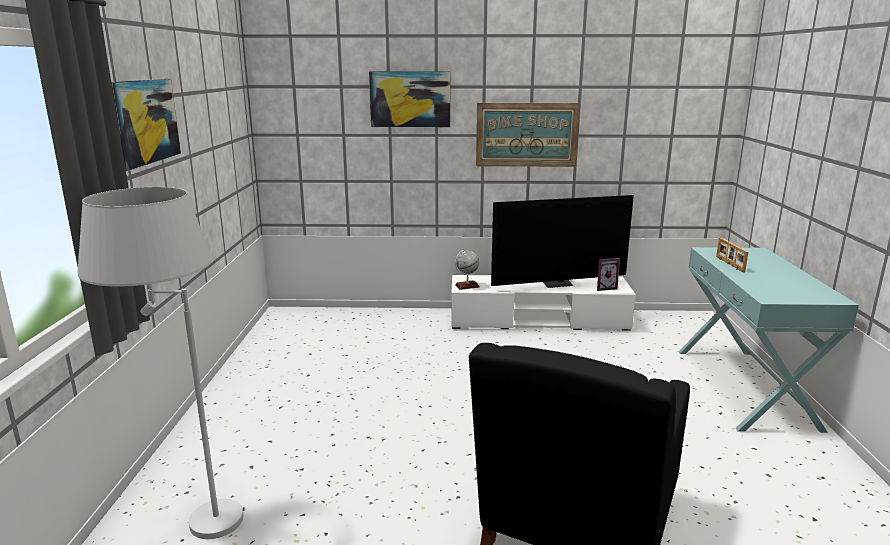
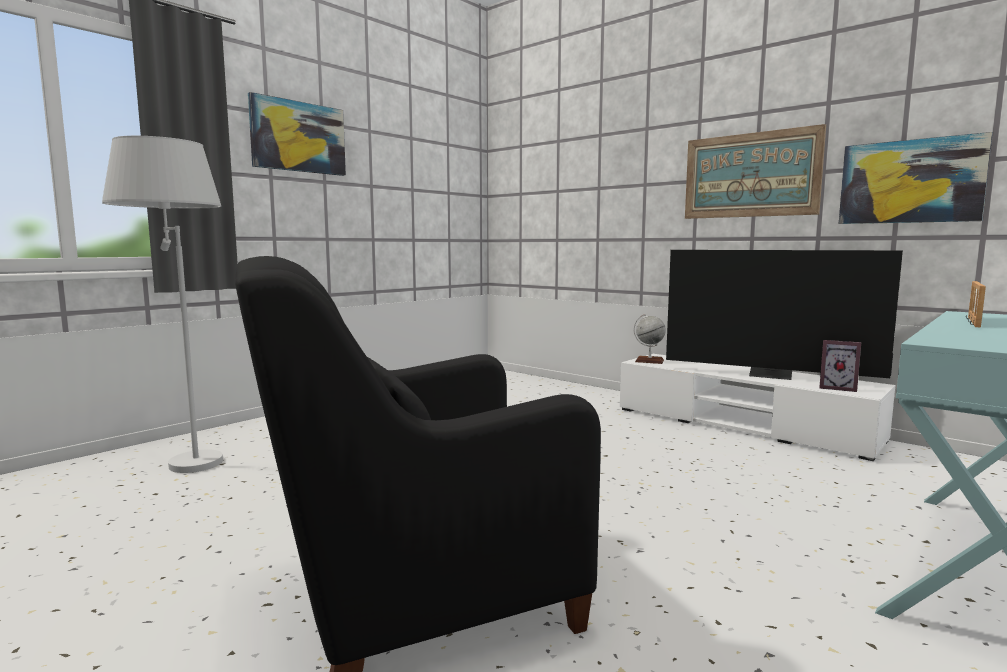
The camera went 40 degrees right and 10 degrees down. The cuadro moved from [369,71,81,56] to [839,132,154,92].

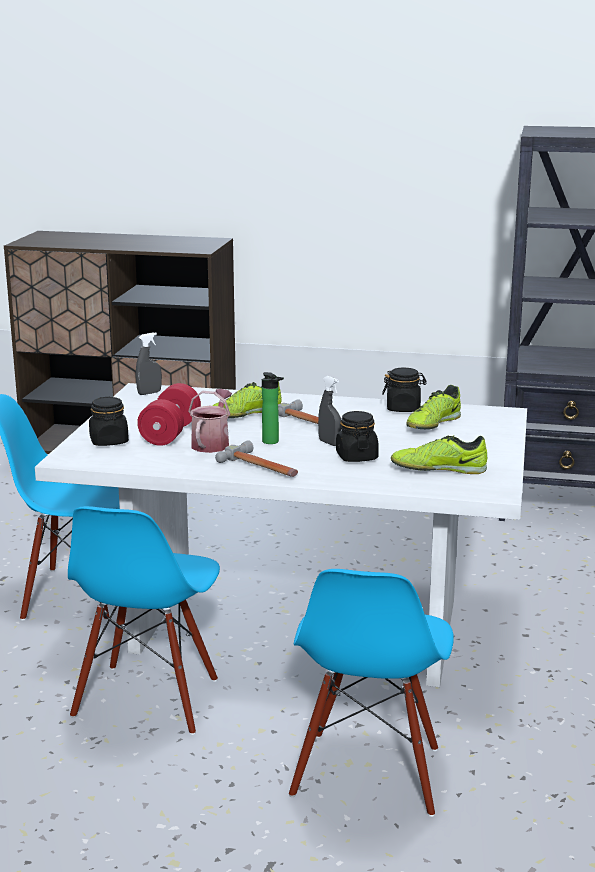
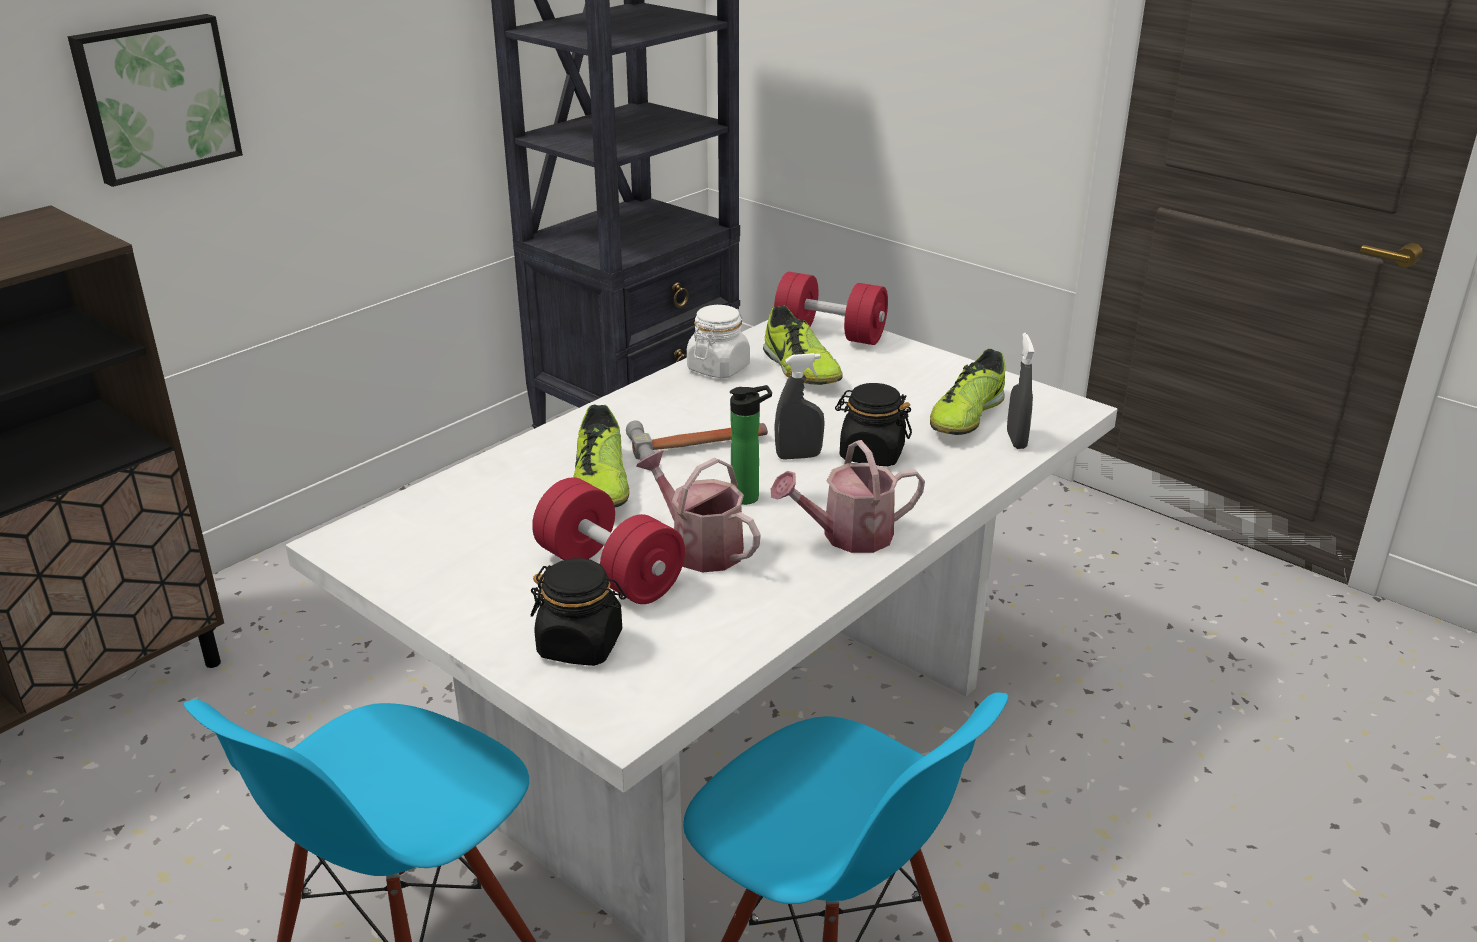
The camera went 60 degrees left and 10 degrees up. The pulverizador (gris) moved from [136,333,26,62] to [1007,333,27,116]. The martillo at [215,440,83,37] was replaced by the regadera at [771,440,154,113]. The silla (azul) at [289,569,165,248] disappeared. The tarro (negro) at [382,368,45,44] became the tarro (blanco) at [687,305,63,73]. The cuadro at [68,14,175,173] appeared. The mancuerna (rojo) at [774,272,114,73] appeared.

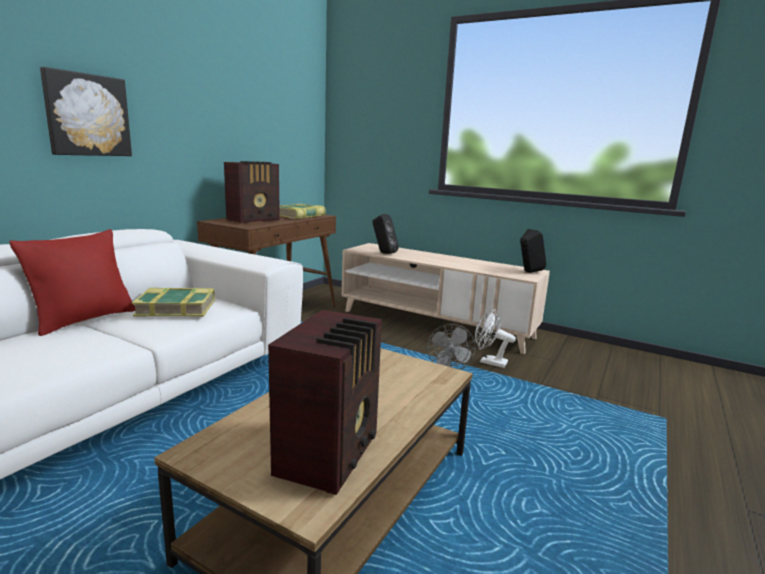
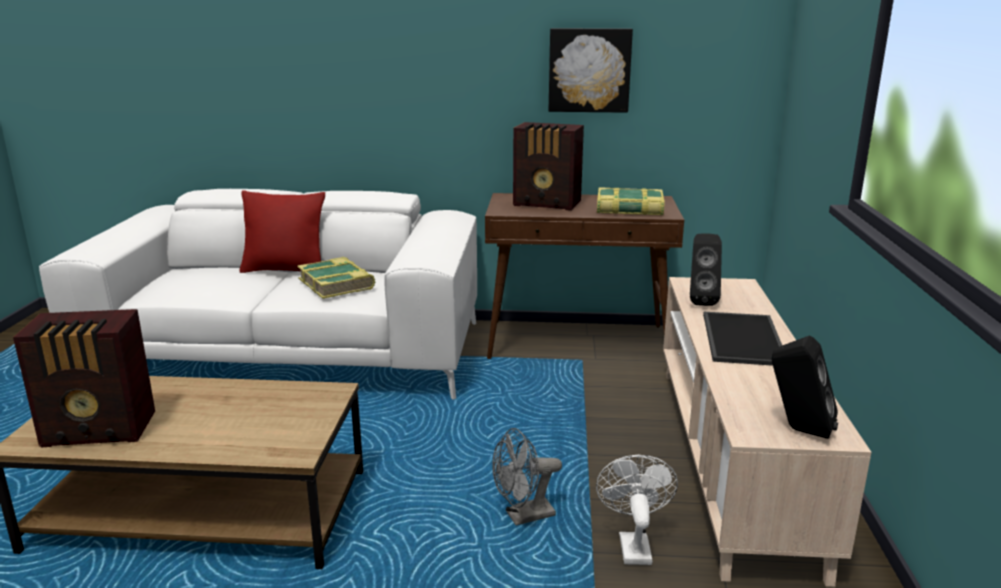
The camera went 65 degrees right and 5 degrees up. The cuadro moved from [40,67,92,89] to [549,28,84,85]. The bandeja at [703,312,79,54] appeared.

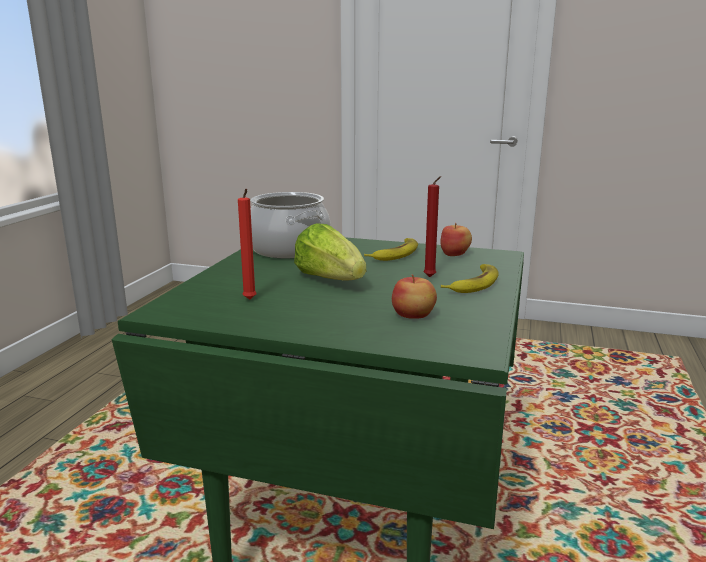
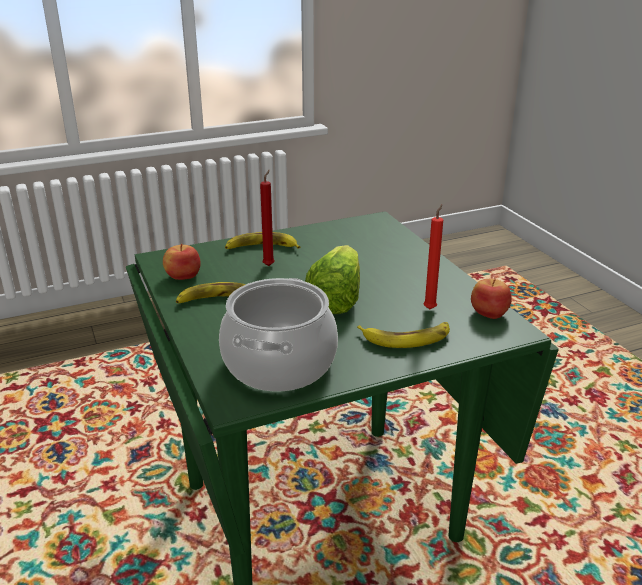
The camera went 130 degrees left and 10 degrees up. The manzana moved from [392,275,45,44] to [471,279,41,40]. The plátano at [357,322,93,26] appeared.

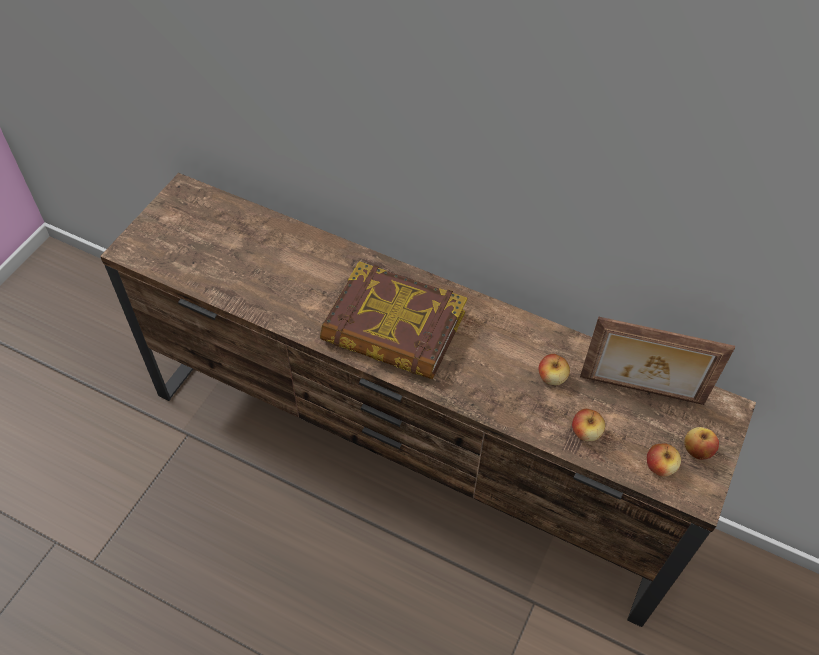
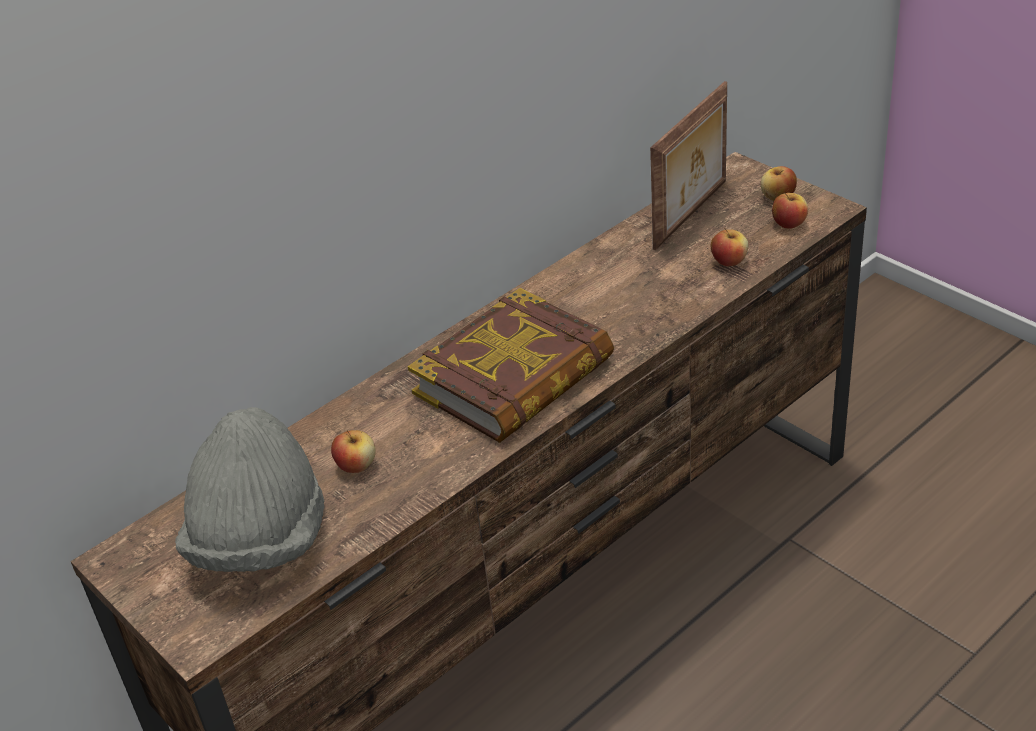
The camera went 65 degrees left and 15 degrees down. The manzana moved from [538,354,32,31] to [331,430,45,43]. The sombrero (gris) at [175,407,149,165] appeared.

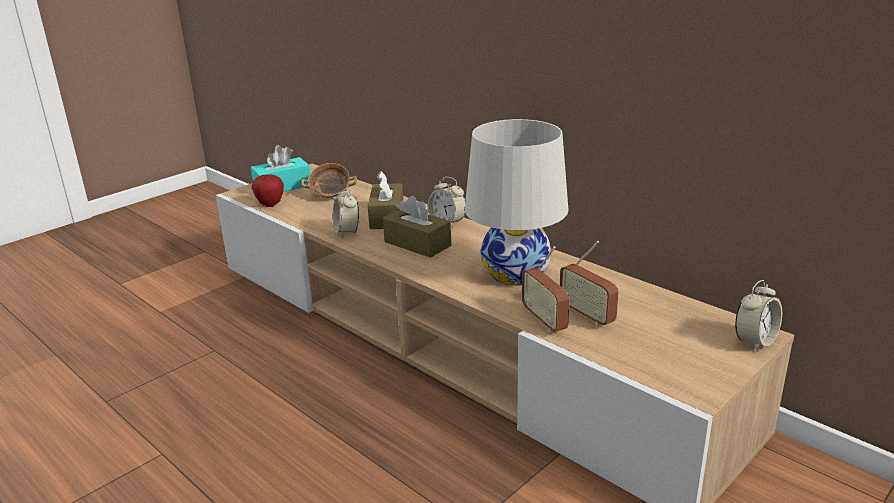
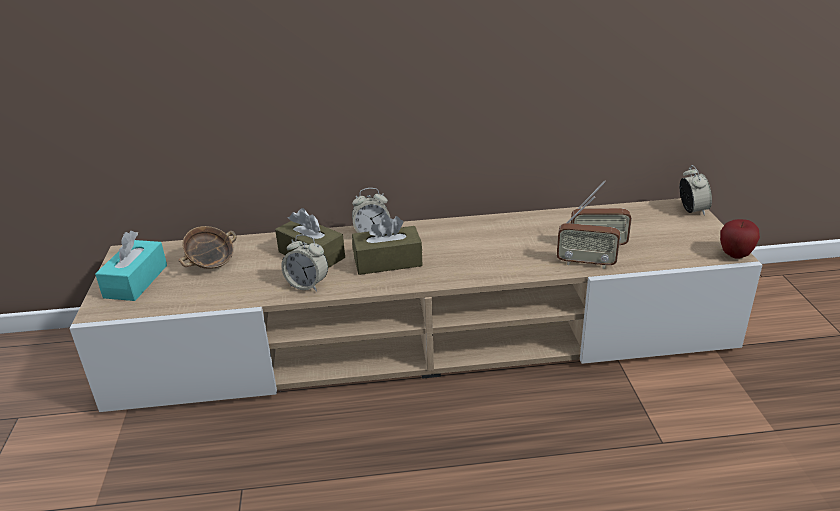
The camera went 50 degrees left and 5 degrees up. The manzana moved from [251,175,33,32] to [720,219,40,40]. The lámpara de mesa (blanco) at [465,119,104,167] disappeared.

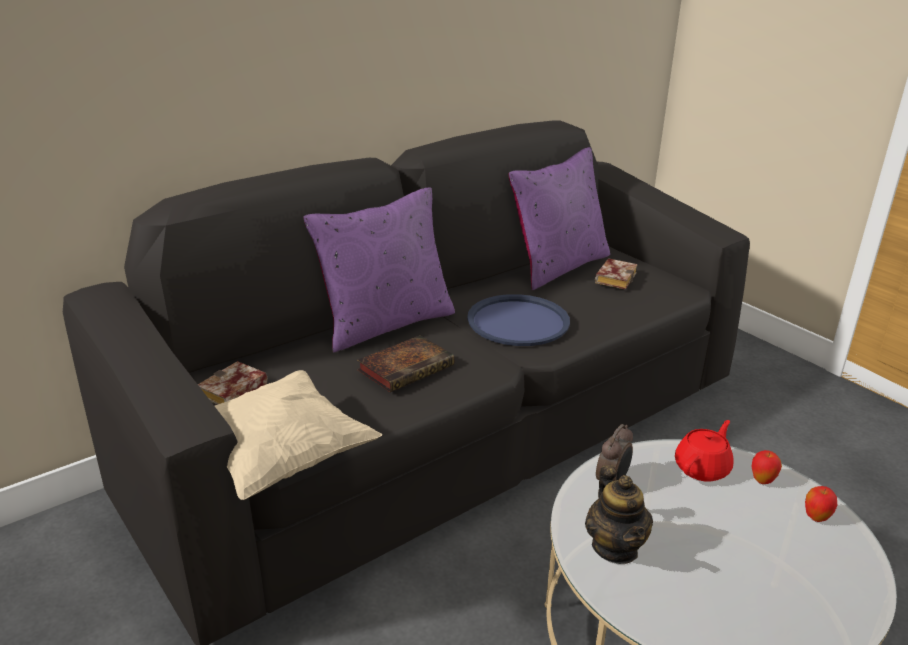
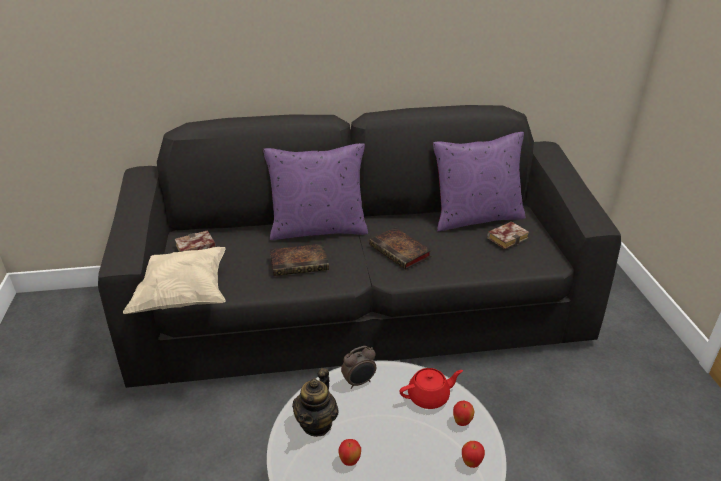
The camera went 30 degrees right and 5 degrees up. The bandeja (azul) at [467,294,103,52] was replaced by the libro at [369,227,63,43]. The manzana at [338,439,23,27] appeared.

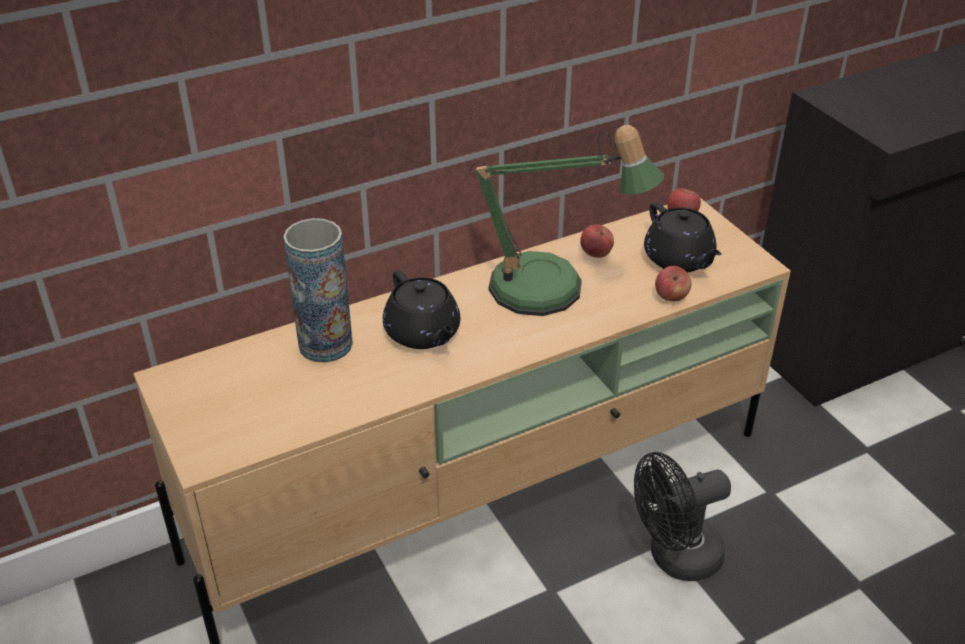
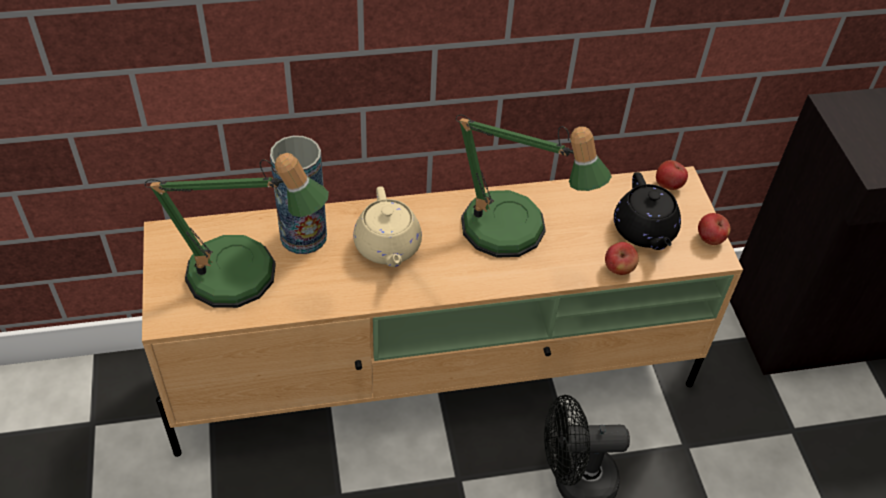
The camera went 15 degrees right and 10 degrees up. The tetera (negro) at [383,271,77,78] became the tetera (beis) at [353,186,69,81]. The manzana moved from [580,225,34,33] to [698,213,33,32]. The lámpara de mesa at [145,153,184,155] appeared.

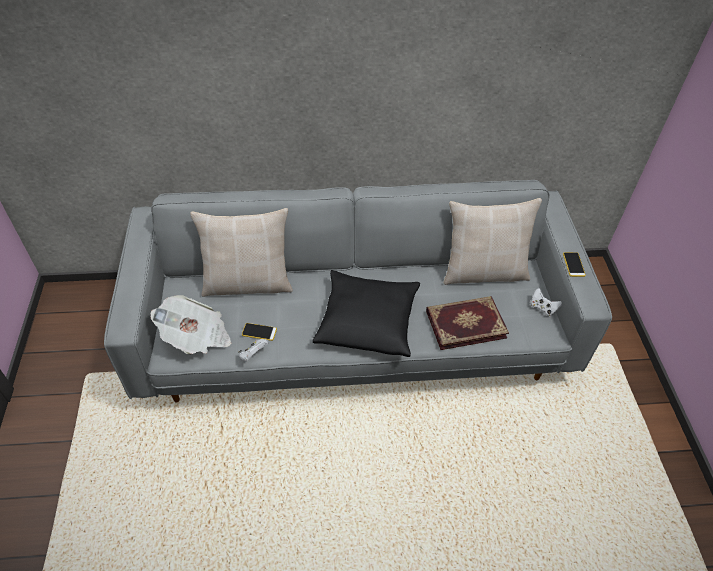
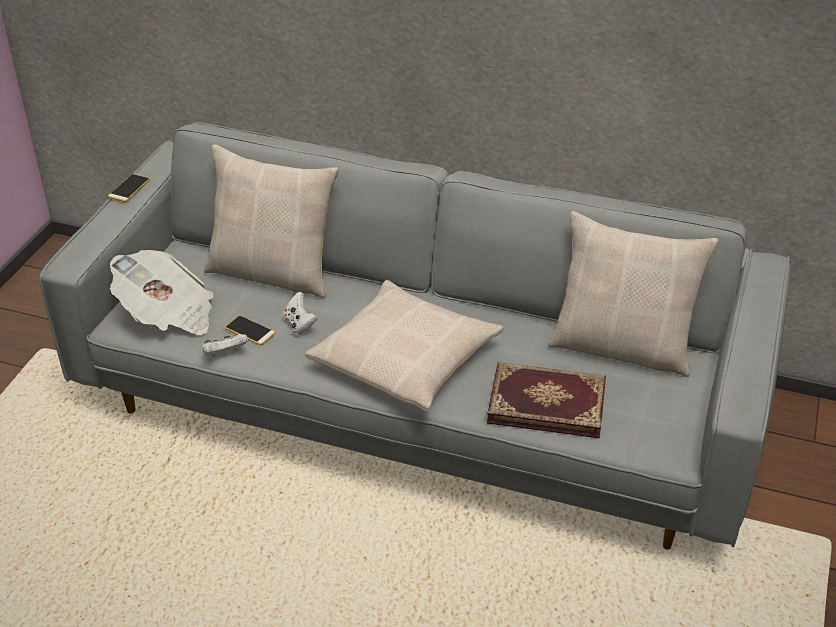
The camera went 25 degrees right and 10 degrees down. The cojín (negro) at [312,270,108,87] became the cojín (beis) at [305,280,199,132]. The mando de consola (blanco) moved from [531,288,31,28] to [283,292,35,43]. The móvil moved from [563,252,23,25] to [108,174,42,28].

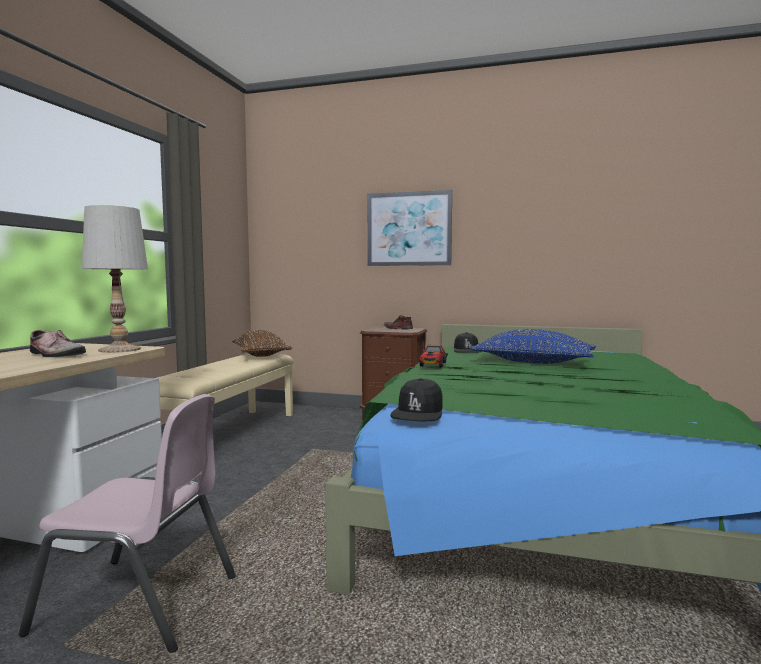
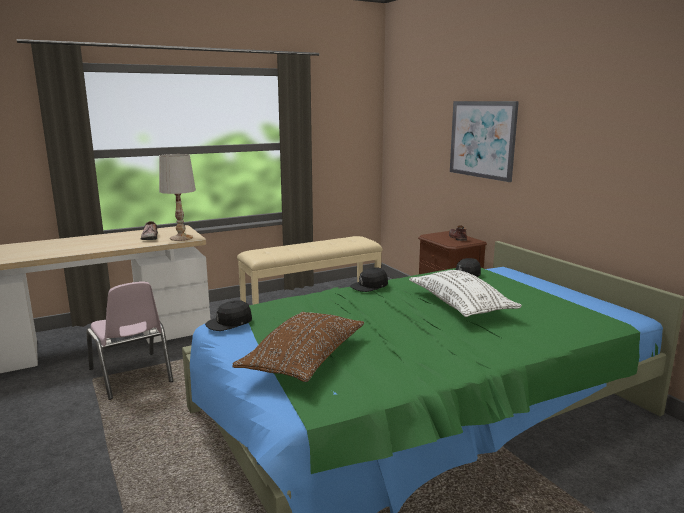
The camera went 45 degrees right and 10 degrees up. The cojín (marrón) moved from [232,330,60,27] to [233,312,132,70]. The coche de juguete at [419,345,29,22] was replaced by the gorra (negro) at [350,268,38,24]. The cojín (azul) at [470,329,126,35] became the cojín (blanco) at [409,270,113,47].

